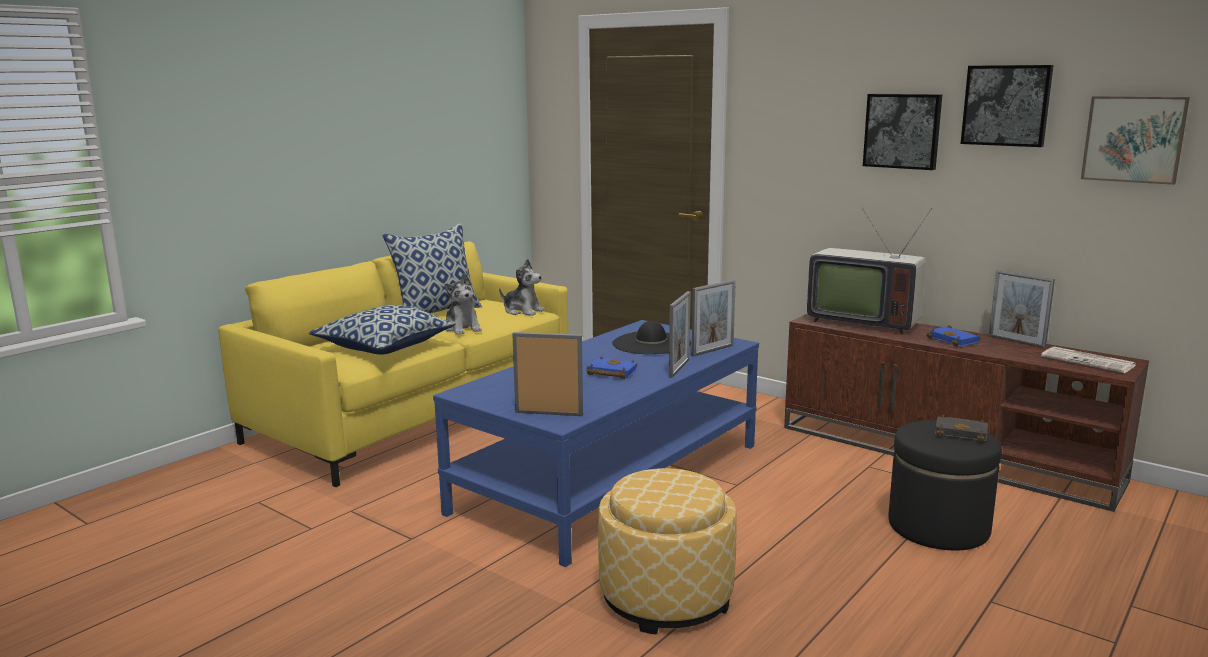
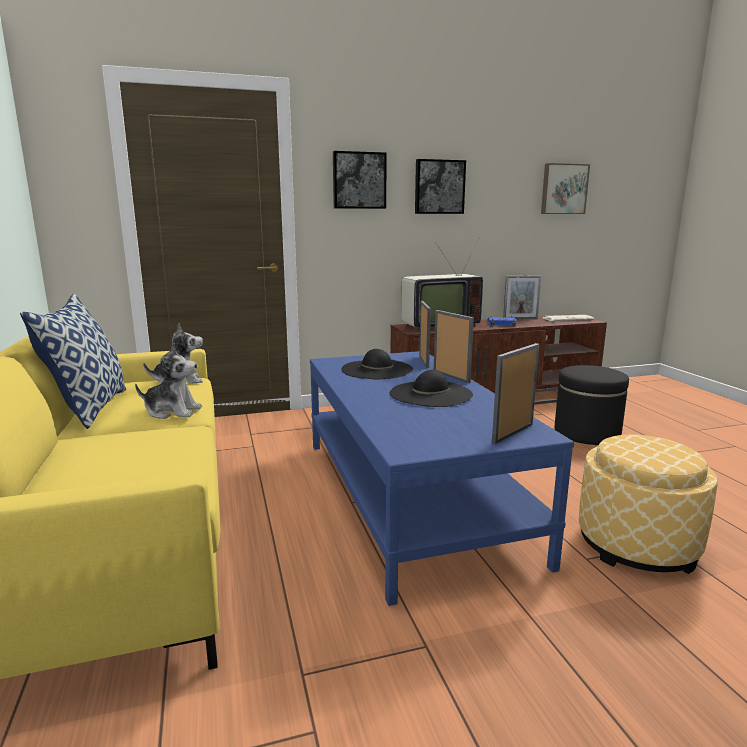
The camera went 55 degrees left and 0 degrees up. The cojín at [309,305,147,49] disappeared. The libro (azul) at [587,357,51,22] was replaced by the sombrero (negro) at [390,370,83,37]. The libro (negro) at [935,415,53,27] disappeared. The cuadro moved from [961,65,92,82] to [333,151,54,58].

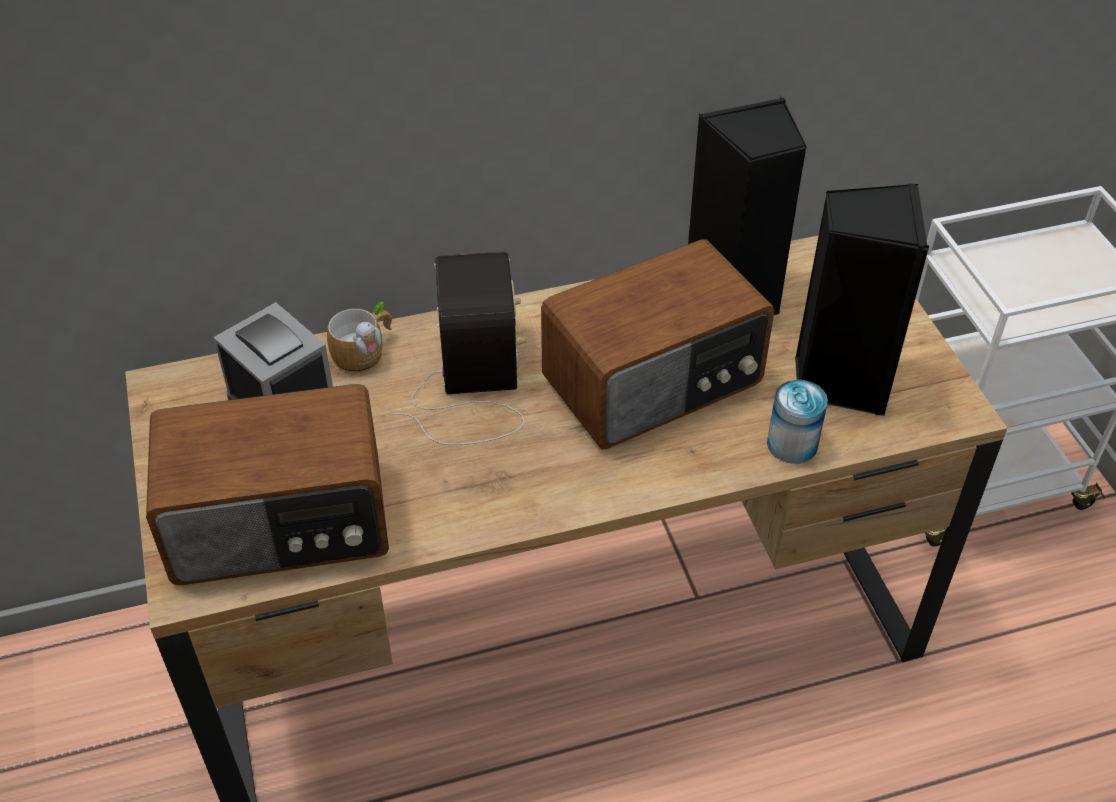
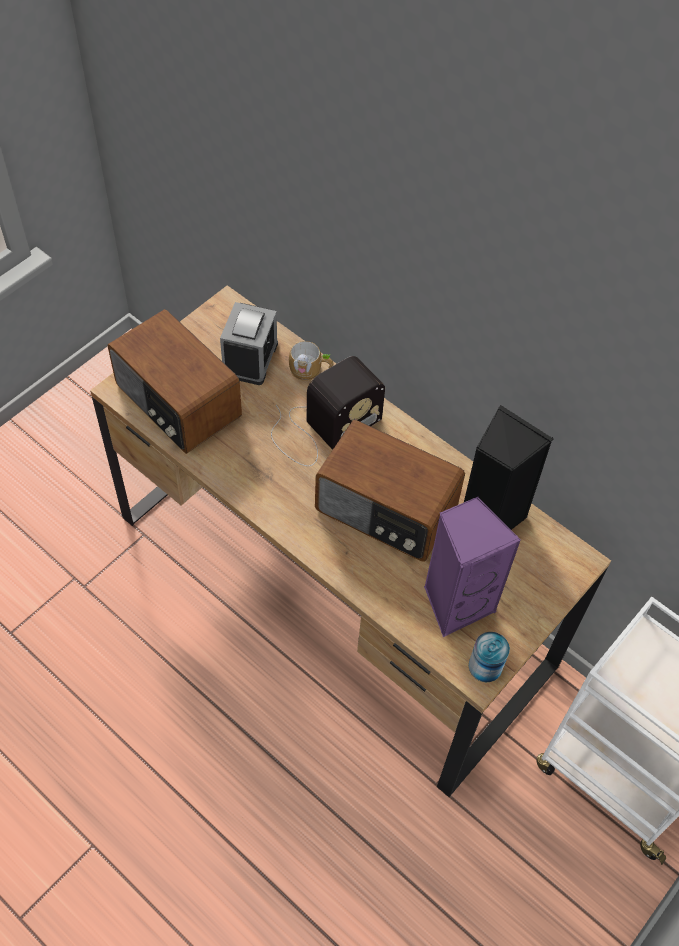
The camera went 55 degrees right and 10 degrees up. The lata moved from [767,380,61,84] to [469,632,41,50]. The altavoz (negro) at [795,184,134,232] became the altavoz (morado) at [424,497,97,140].

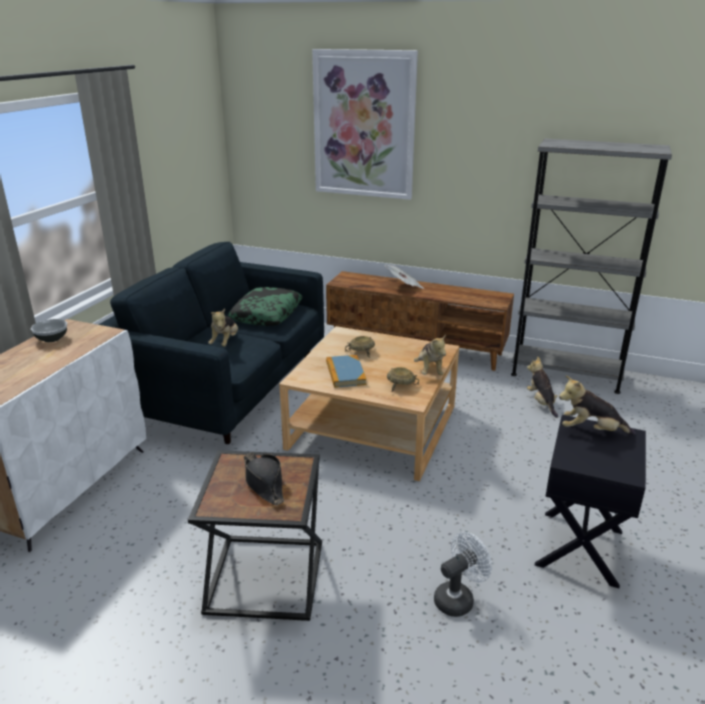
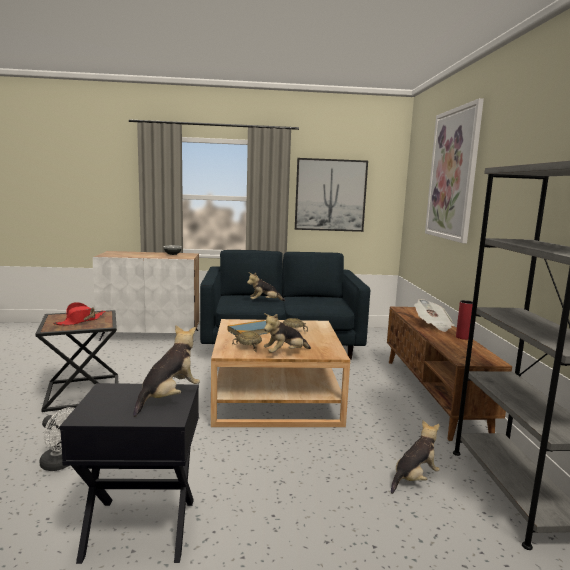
The camera went 65 degrees right and 15 degrees down. The cojín at [228,287,75,39] disappeared. The sombrero (negro) at [244,452,40,53] became the sombrero (rojo) at [53,302,52,24]. The peluche at [559,376,76,59] turned 45 degrees clockwise. The cuadro at [295,158,73,74] appeared. The florero (rojo) at [456,300,17,40] appeared.

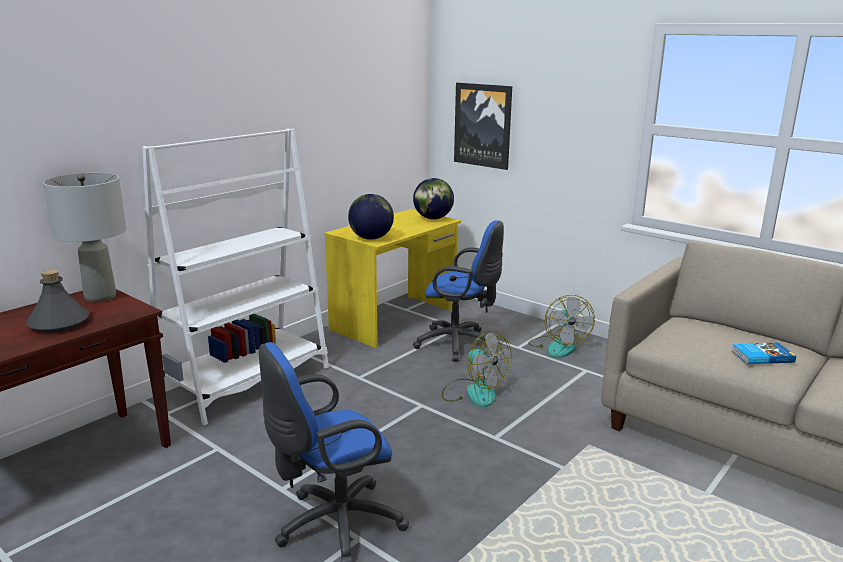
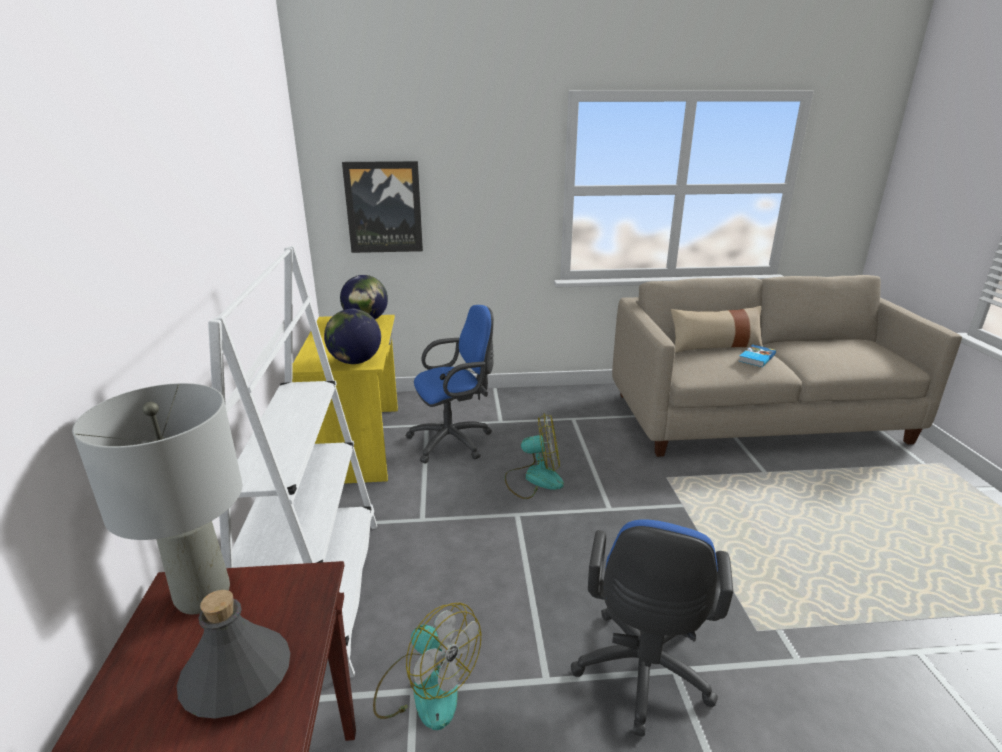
The camera went 45 degrees left and 5 degrees up. The ventilador moved from [528,295,67,63] to [373,603,108,127]. The cojín (beis) at [671,306,92,47] appeared.

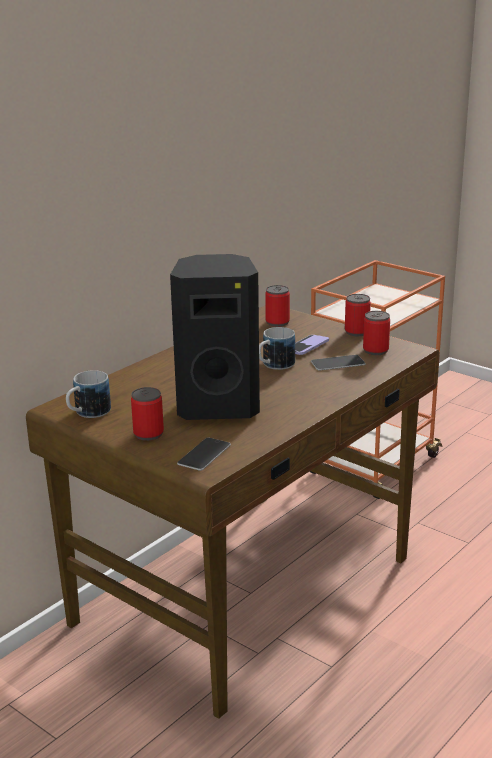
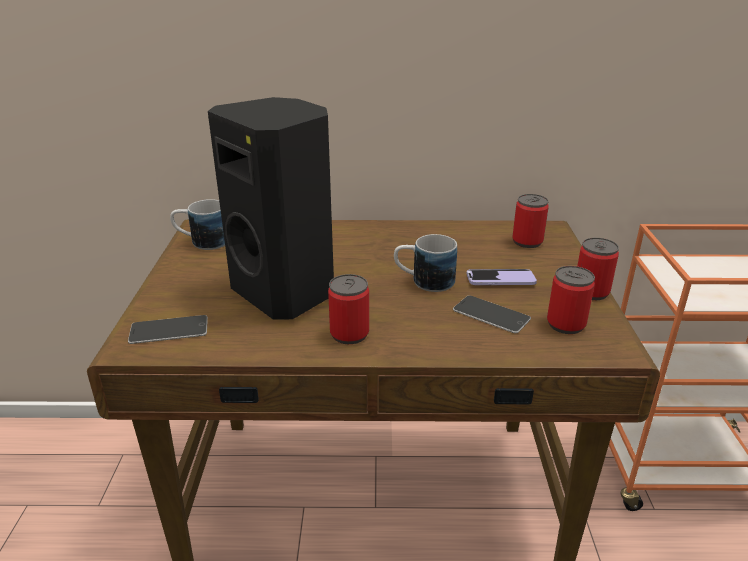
The camera went 50 degrees right and 5 degrees up. The lata moved from [131,387,33,54] to [328,274,41,70].

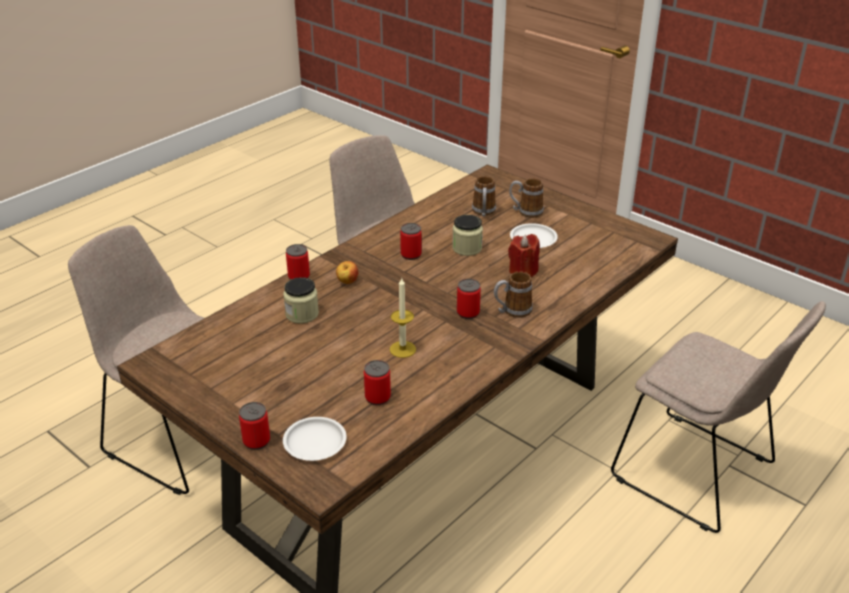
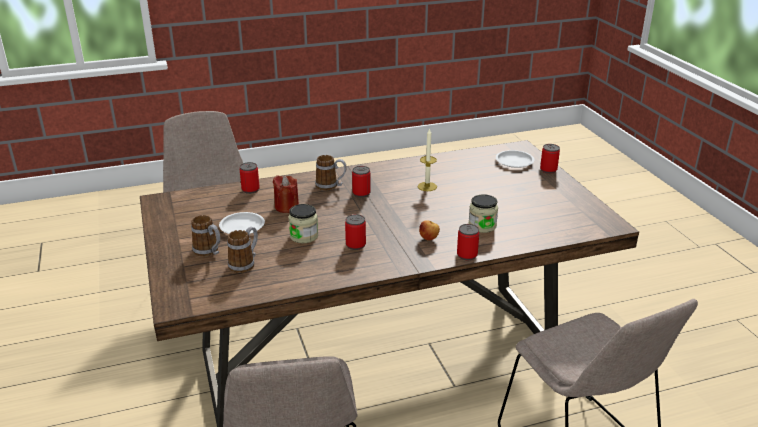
The camera went 150 degrees left and 5 degrees down. The lata moved from [364,360,27,45] to [240,162,20,32].

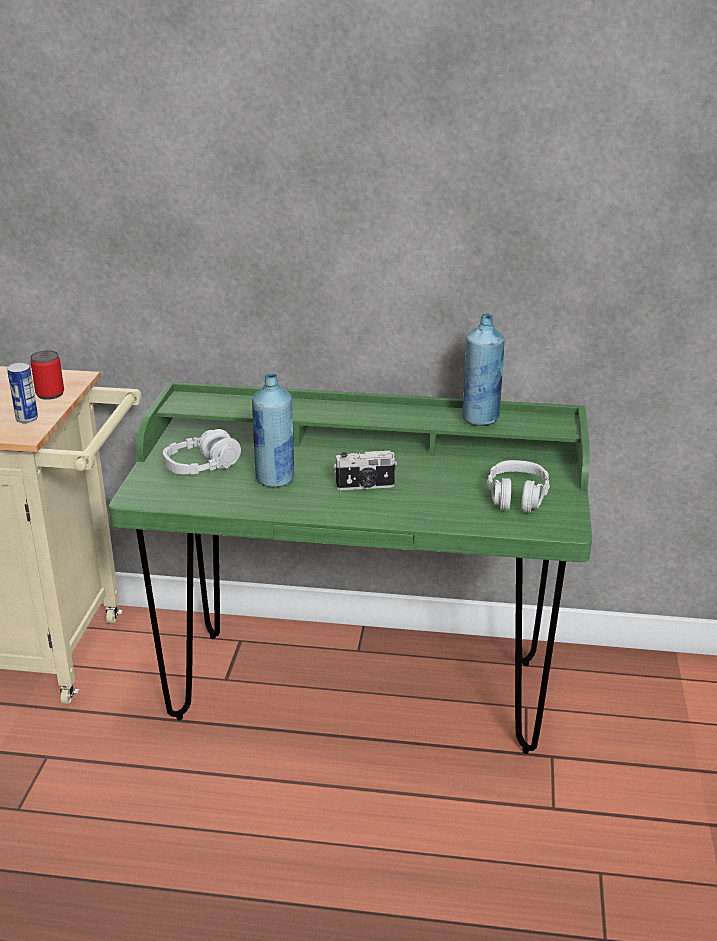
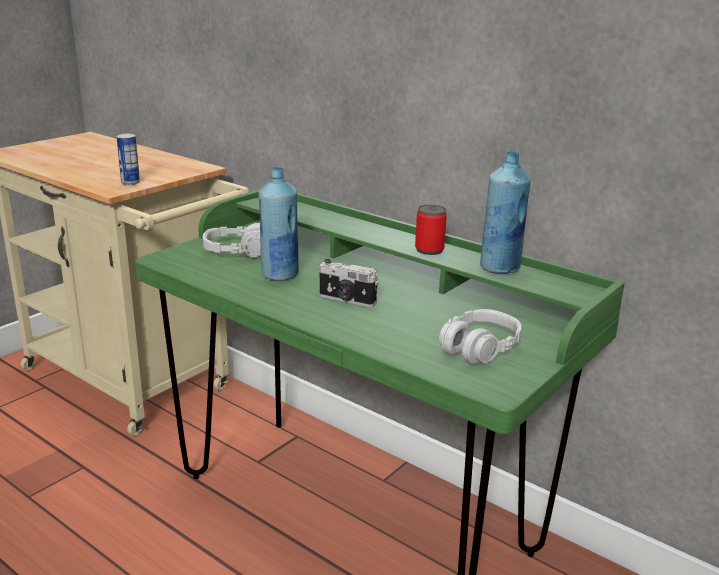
The camera went 30 degrees right and 5 degrees down. The lata moved from [30,350,34,50] to [415,205,32,50].

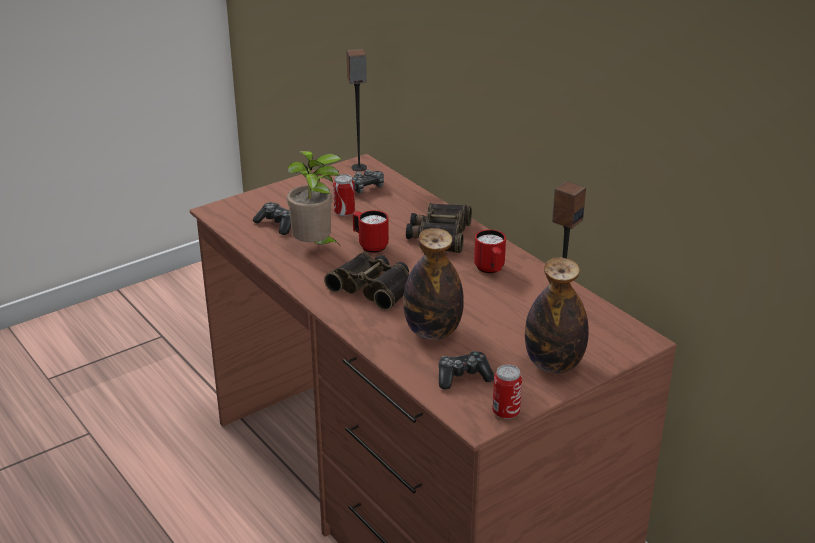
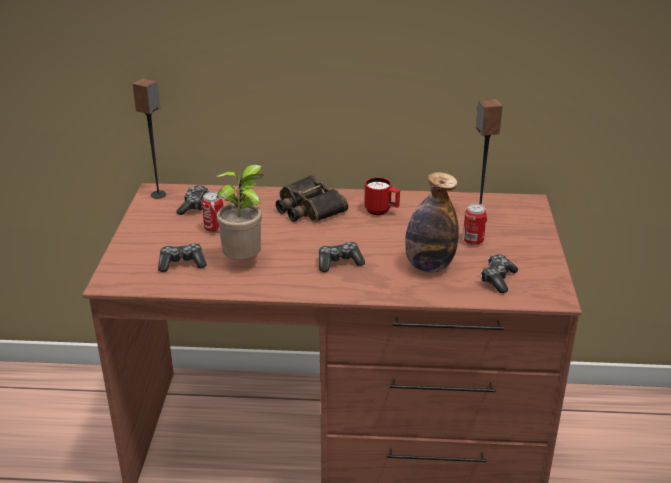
The camera went 50 degrees left and 0 degrees up. The prismáticos at [324,252,86,58] was replaced by the mando de consola at [319,242,46,30]. The taza grande (rojo) at [353,210,36,43] disappeared. The lata moved from [492,364,30,55] to [463,203,24,43]. The botella at [525,257,64,117] disappeared.

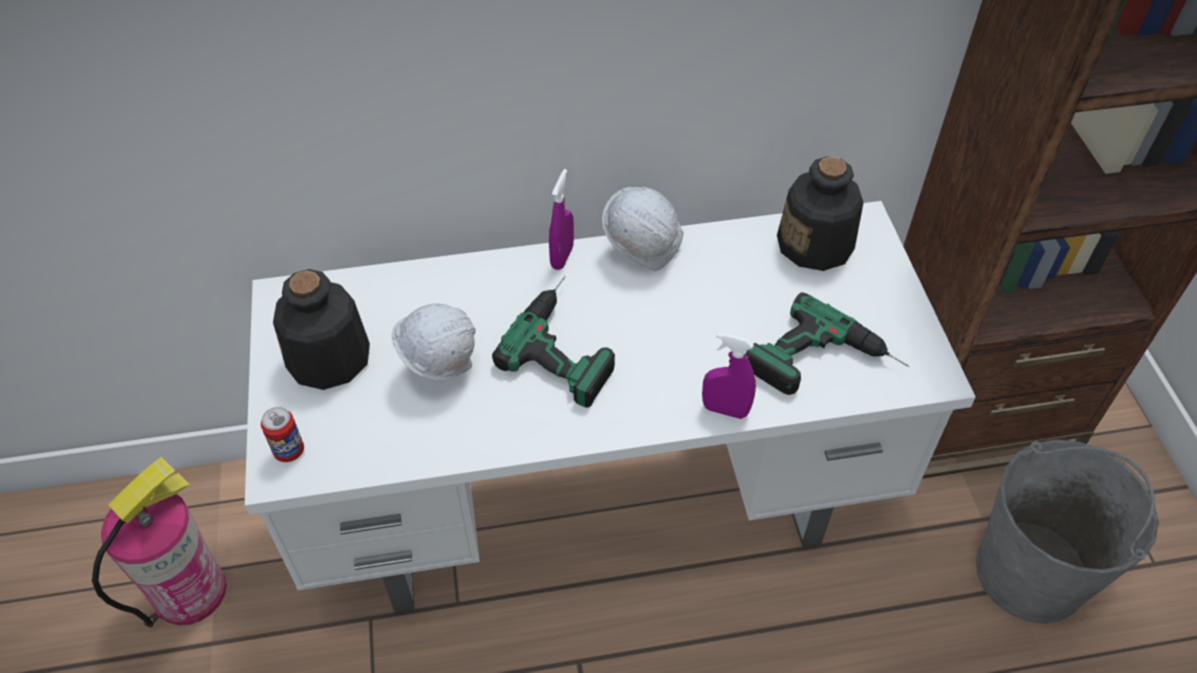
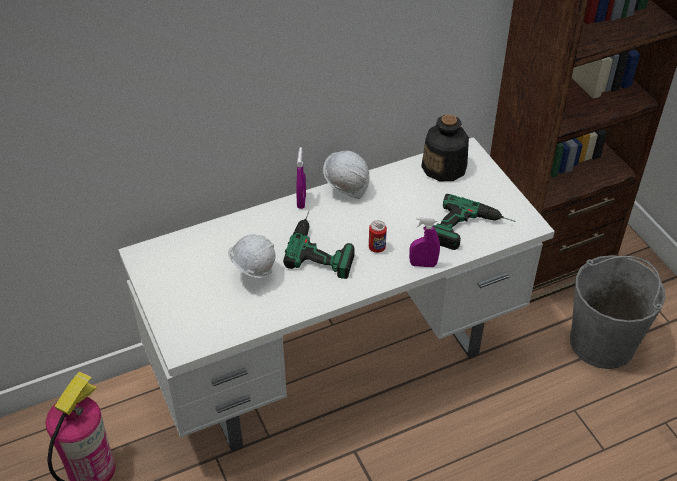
The camera went 15 degrees left and 5 degrees down. The lata moved from [261,407,43,55] to [369,220,18,33]. The botella at [273,269,97,121] disappeared.

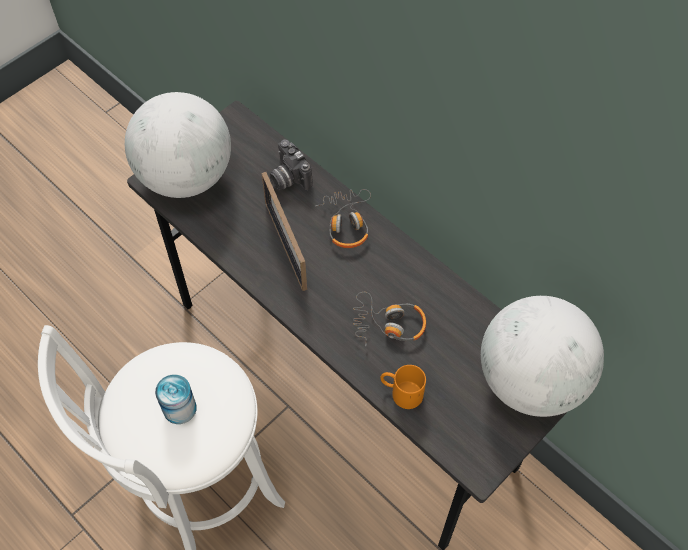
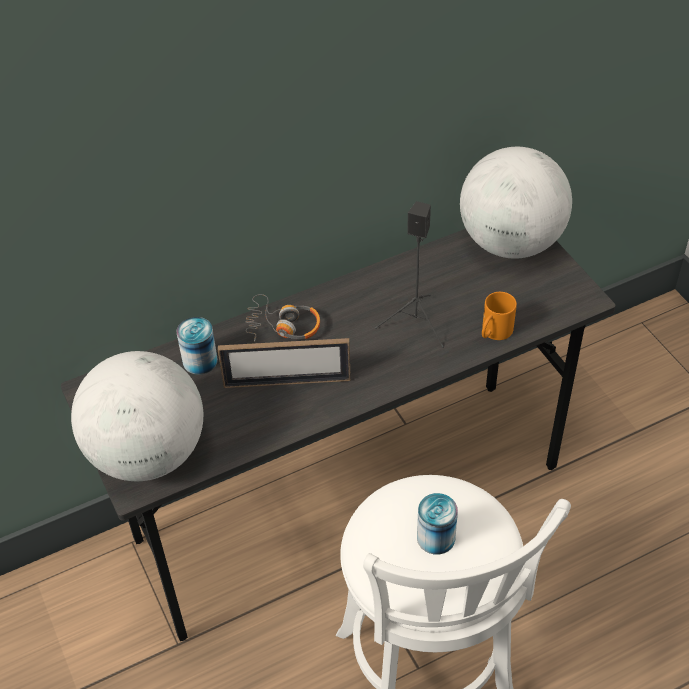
The camera went 70 degrees left and 10 degrees down. The cámara at [270,140,43,50] was replaced by the lata at [176,317,42,58]. The auriculares at [353,292,73,55] was replaced by the altavoz (negro) at [375,201,69,147].

